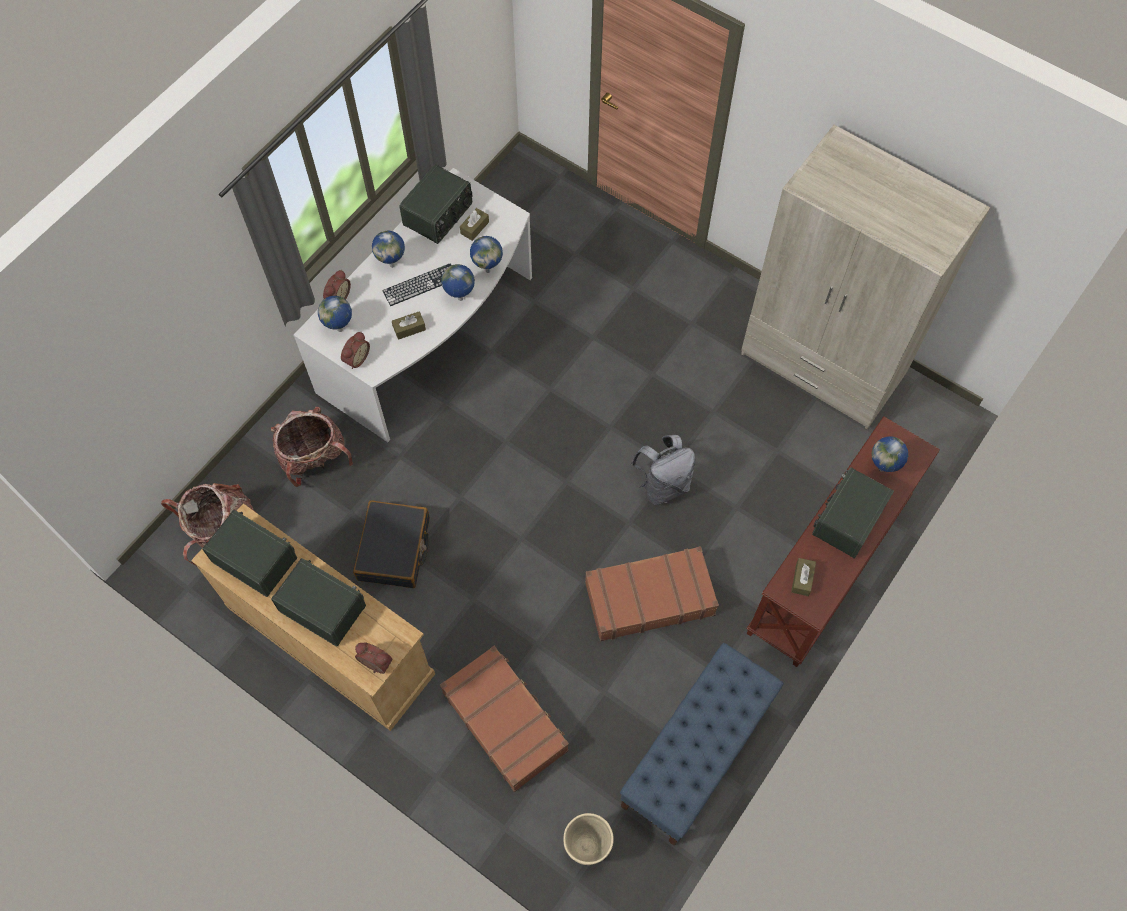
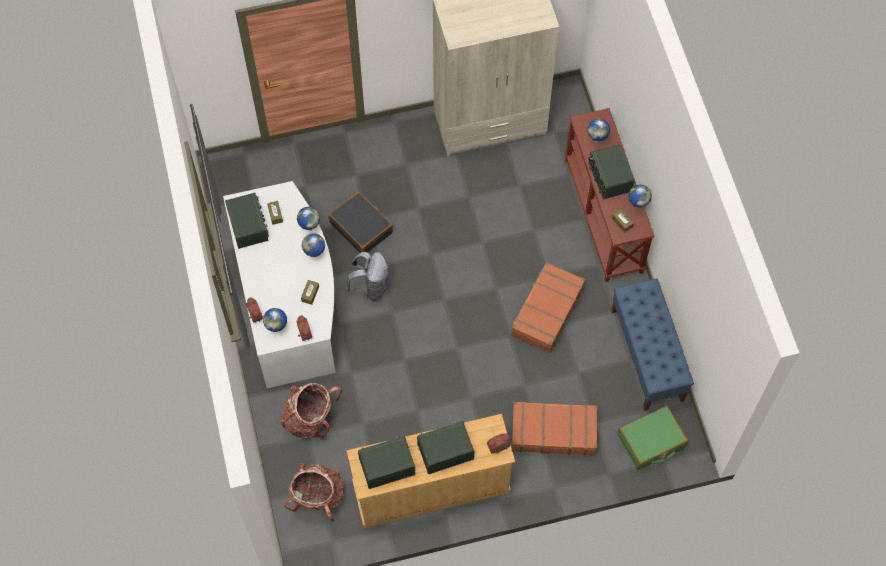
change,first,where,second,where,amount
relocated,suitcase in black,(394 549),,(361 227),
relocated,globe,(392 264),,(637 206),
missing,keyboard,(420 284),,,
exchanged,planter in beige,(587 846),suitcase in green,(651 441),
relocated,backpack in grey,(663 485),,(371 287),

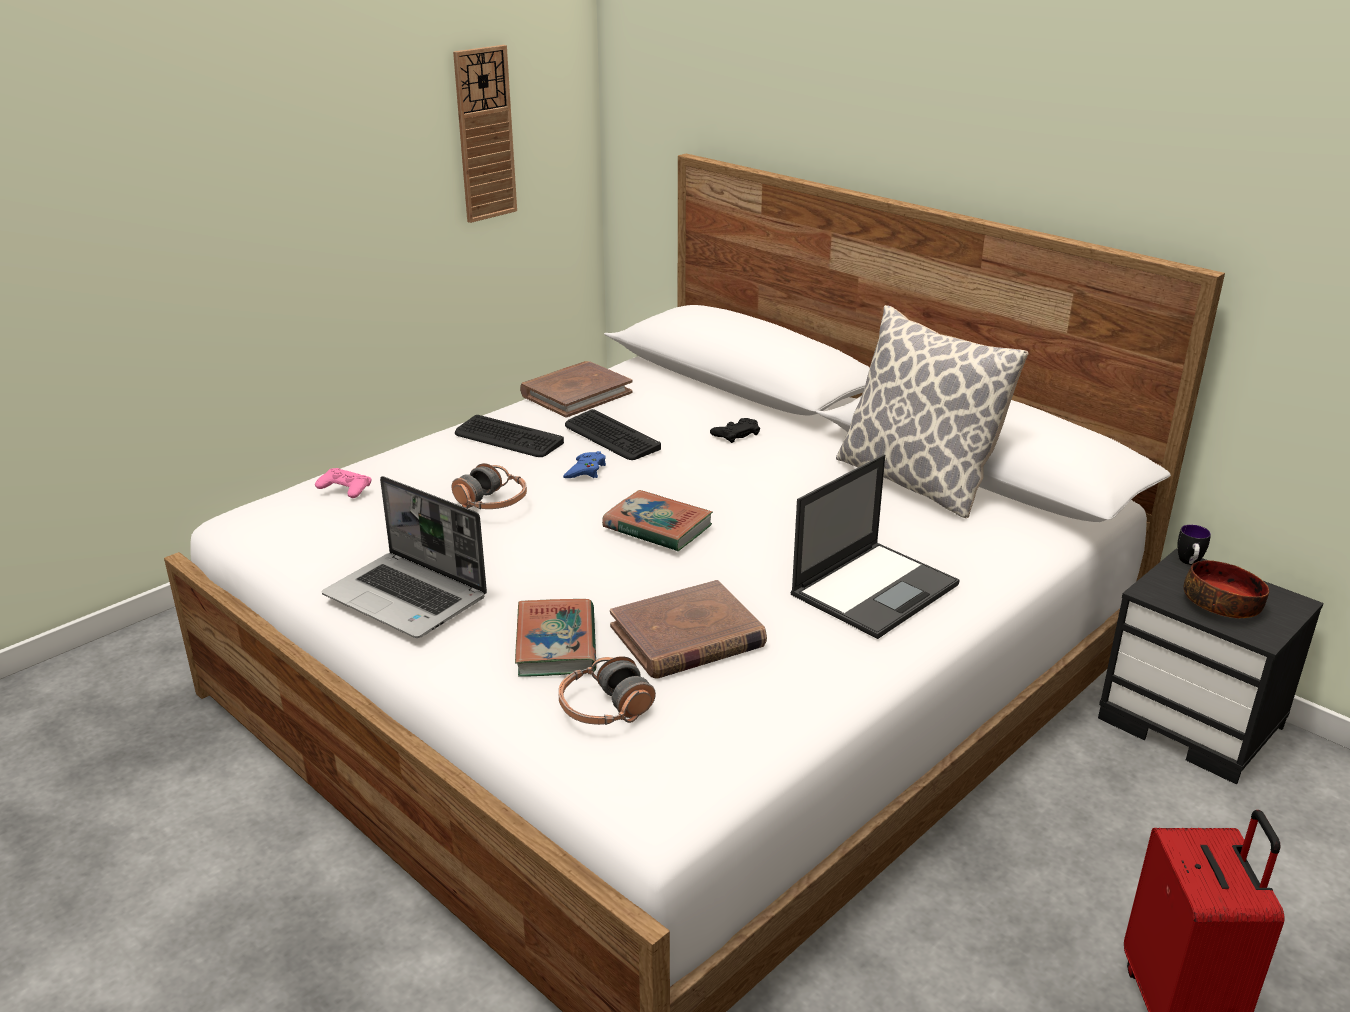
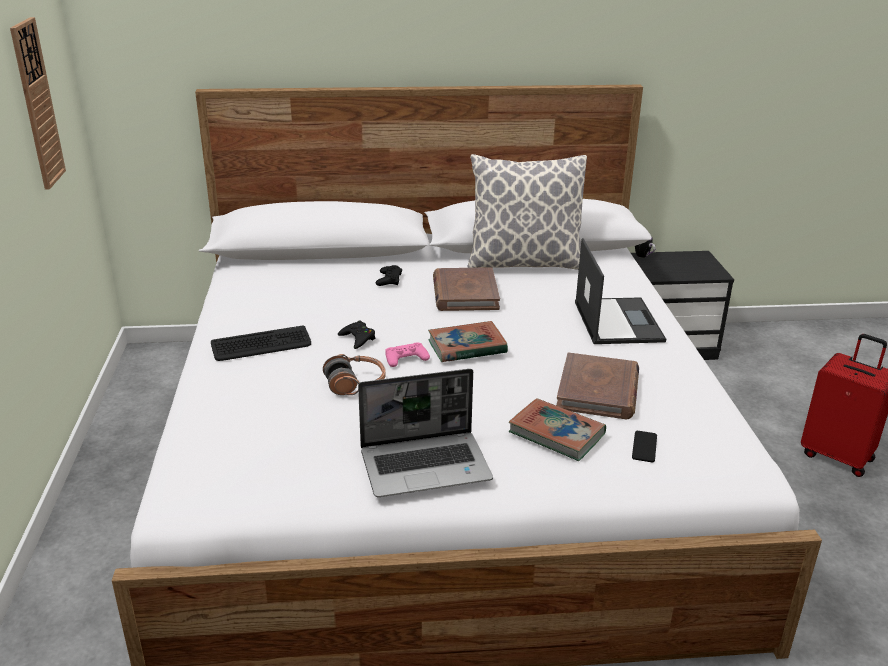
change,first,where,second,where,amount
relocated,game controller in pink,(345 488),,(406 359),
relocated,book in brown,(576 394),,(465 293),
exchanged,headphones,(605 708),phone,(644 447),
colour,game controller in blue,(586 470),game controller in black,(358 338),
missing,keyboard,(611 437),,,
missing,bowl,(1222 604),,,

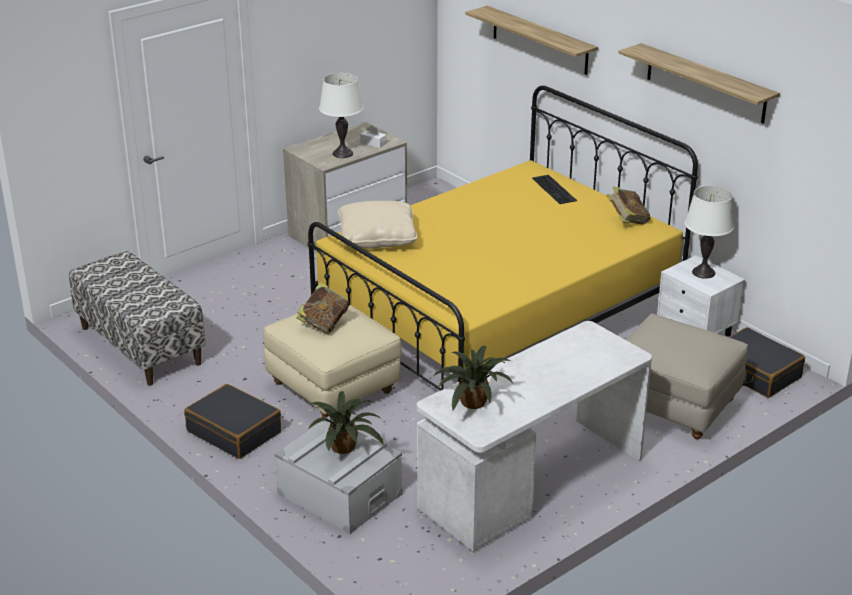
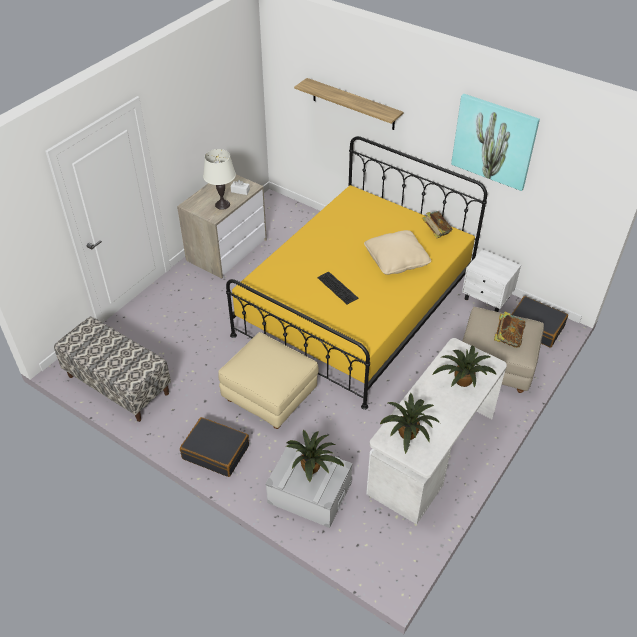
change,first,where,second,where,amount
relocated,book,(324 324),,(507 338),
relocated,pillow in beige,(377 238),,(396 260),
relocated,keyboard,(555 189),,(338 287),
exchanged,shelf,(705 83),picture,(494 141),
missing,table lamp in white,(703 272),,,
appeared,,,potted plant,(462 381),

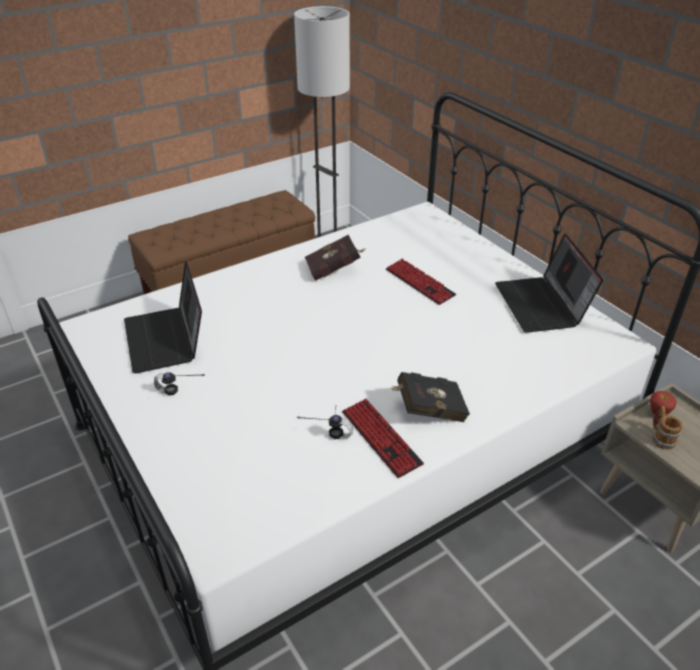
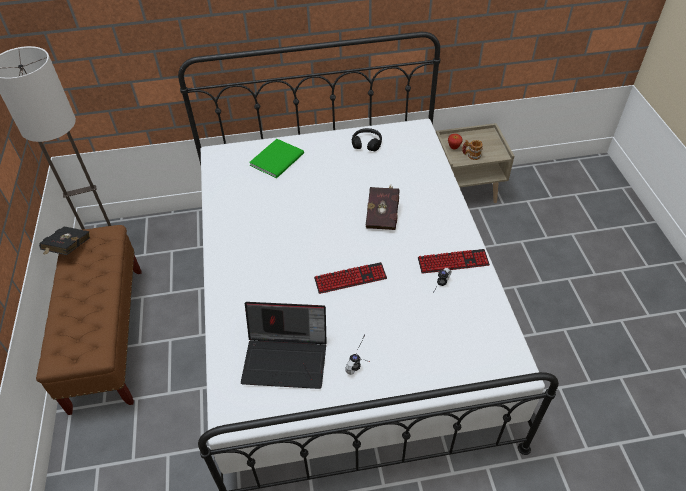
change,first,where,second,where,amount
relocated,book in red,(335 270),,(383 215),
relocated,keyboard,(419 283),,(350 278),
relocated,book in black,(428 410),,(67 249),
exchanged,laptop,(542 305),headphones in black,(367 143),
appeared,,,book in green,(279 159),

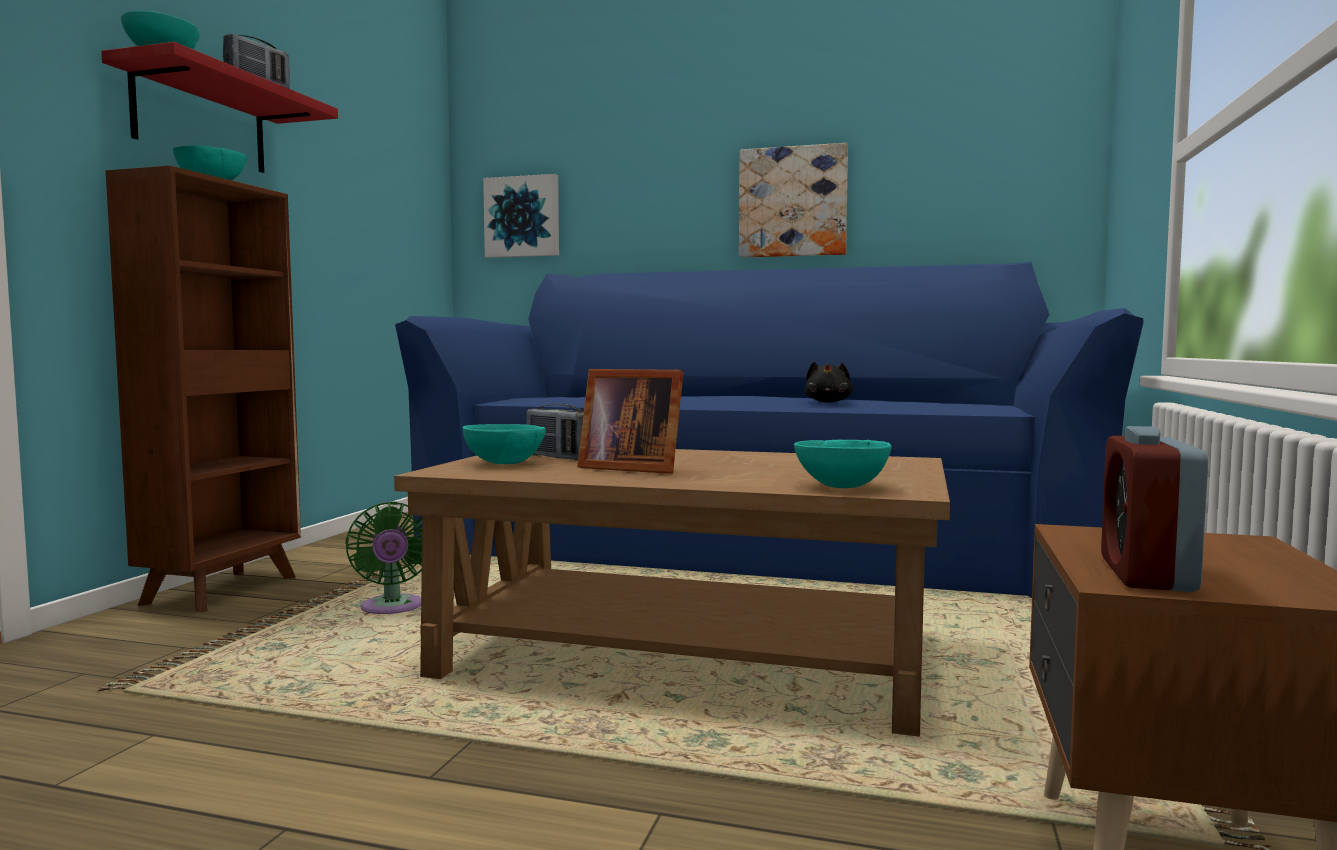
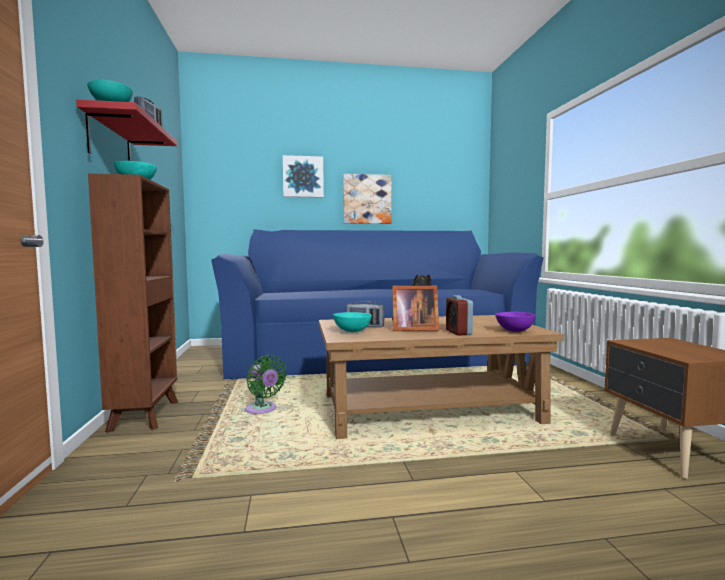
change,first,where,second,where,amount
relocated,picture,(522 217),,(303 177),
colour,bowl in turquoise,(839 487),bowl in purple,(514 331),
relocated,alarm clock,(1146 574),,(458 332),

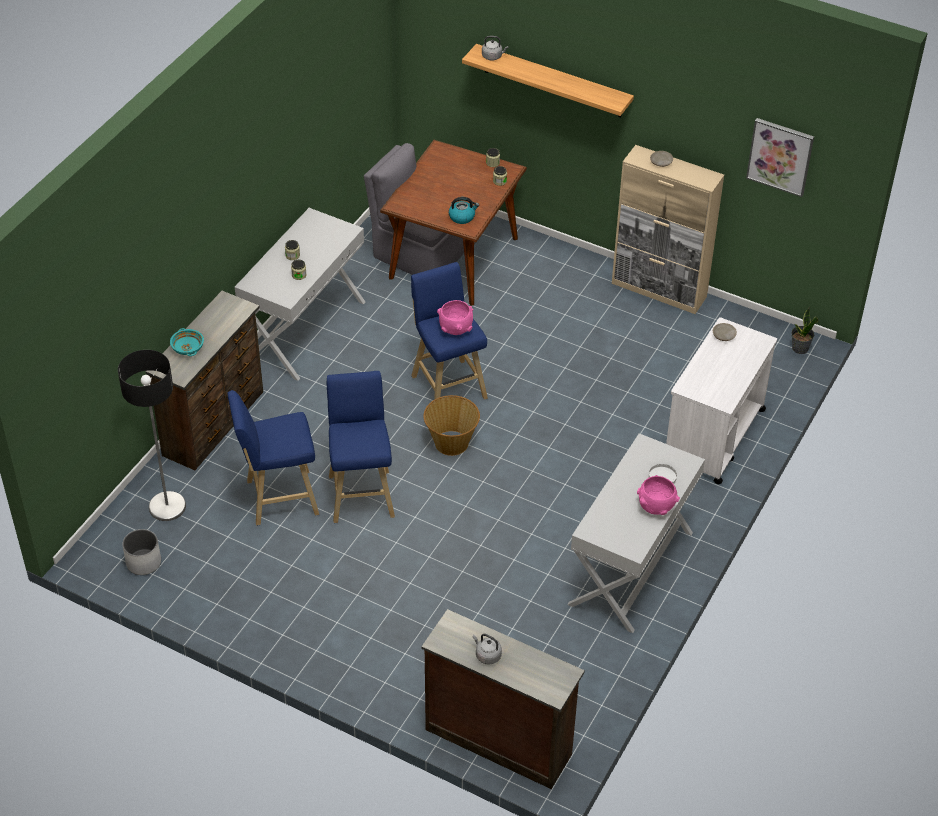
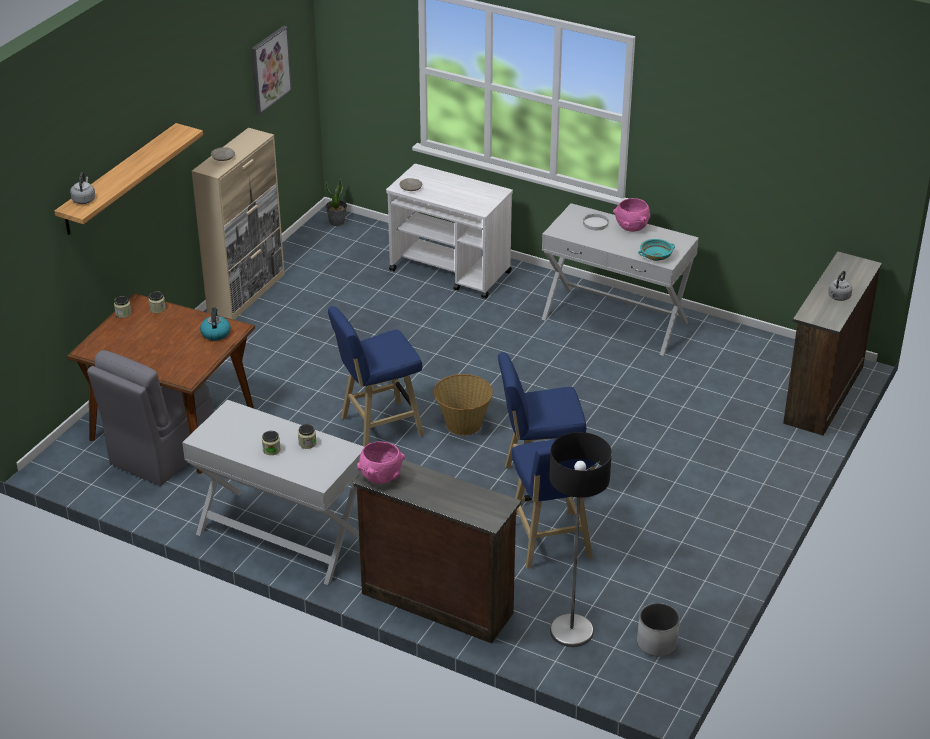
change,first,where,second,where,amount
relocated,bowl in turquoise,(188 348),,(656 256),
relocated,bowl in pink,(455 329),,(381 477),

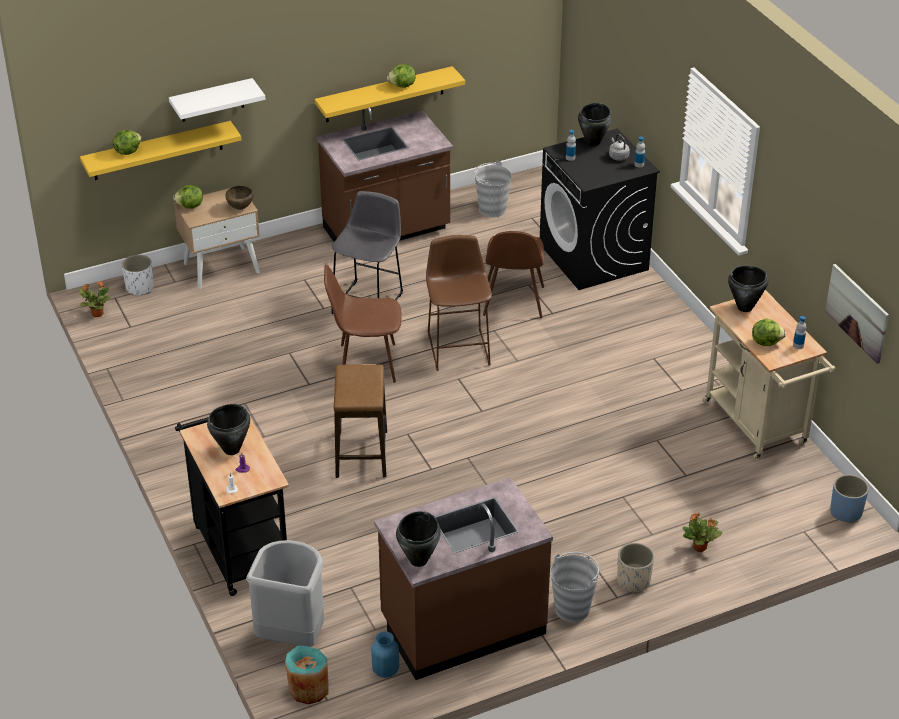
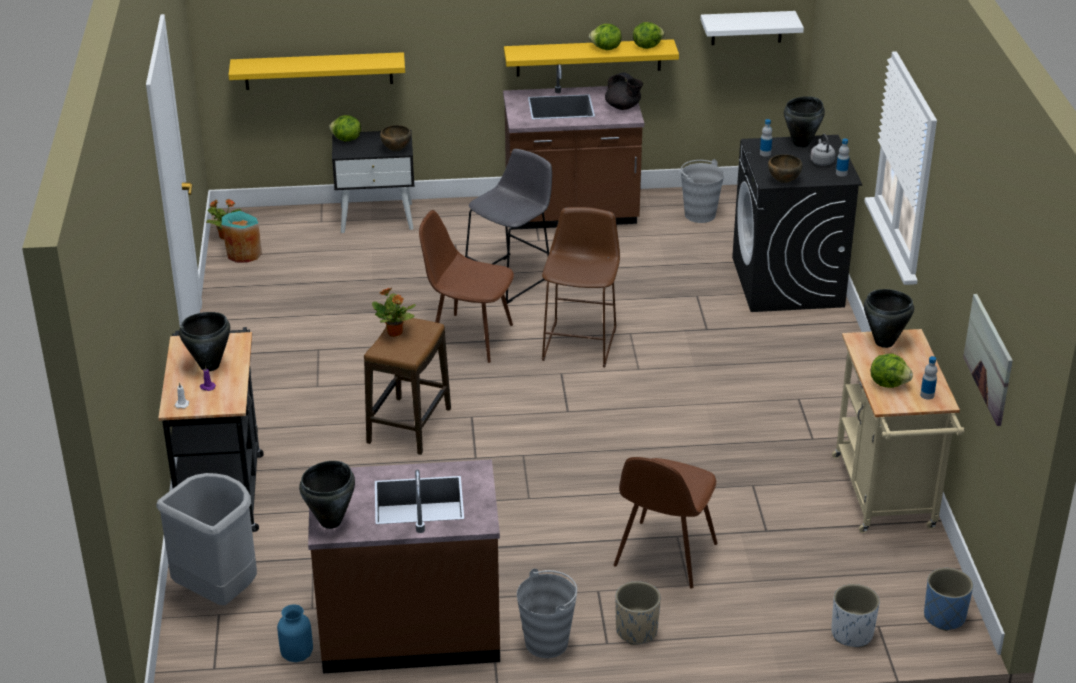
change,first,where,second,where,amount
relocated,lettuce,(127 151),,(647 46),
relocated,planter in white,(139 288),,(851 633),
relocated,shelf in white,(212 100),,(747 28),
colour,nightstand in beige,(222 267),nightstand in black,(377 217),
relocated,vase in turquoise,(308 689),,(243 253),
relocated,chair in brown,(513 302),,(664 556),
relocated,potted plant,(700 548),,(395 333),
appeared,,,teapot in black,(623 107),
appeared,,,bowl in brown,(783 181),

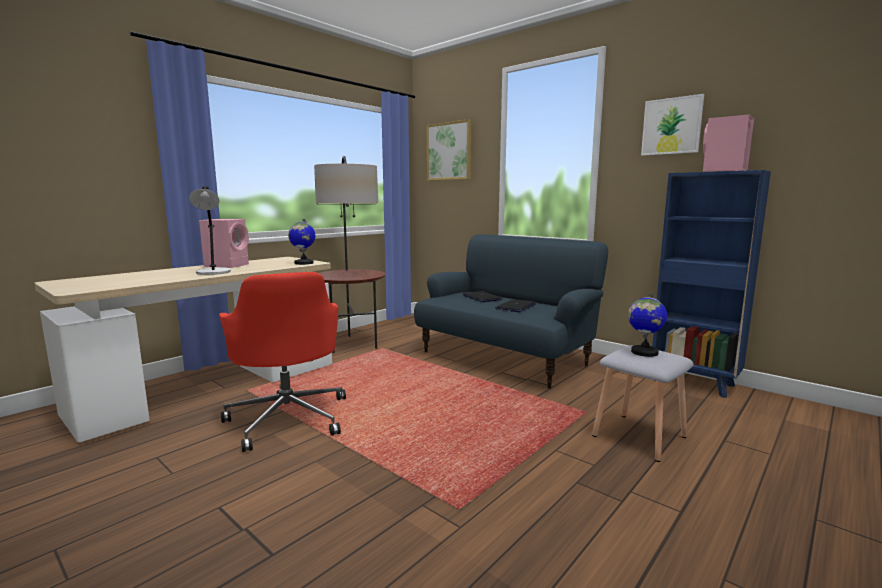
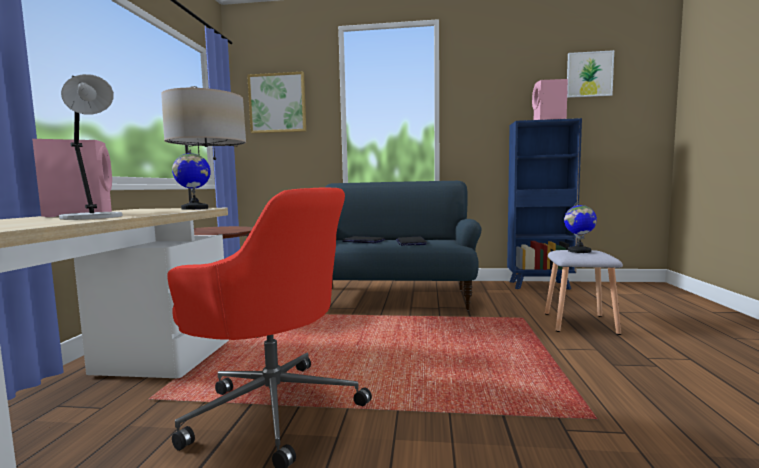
change,first,where,second,where,amount
relocated,picture,(671 126),,(589 74),

